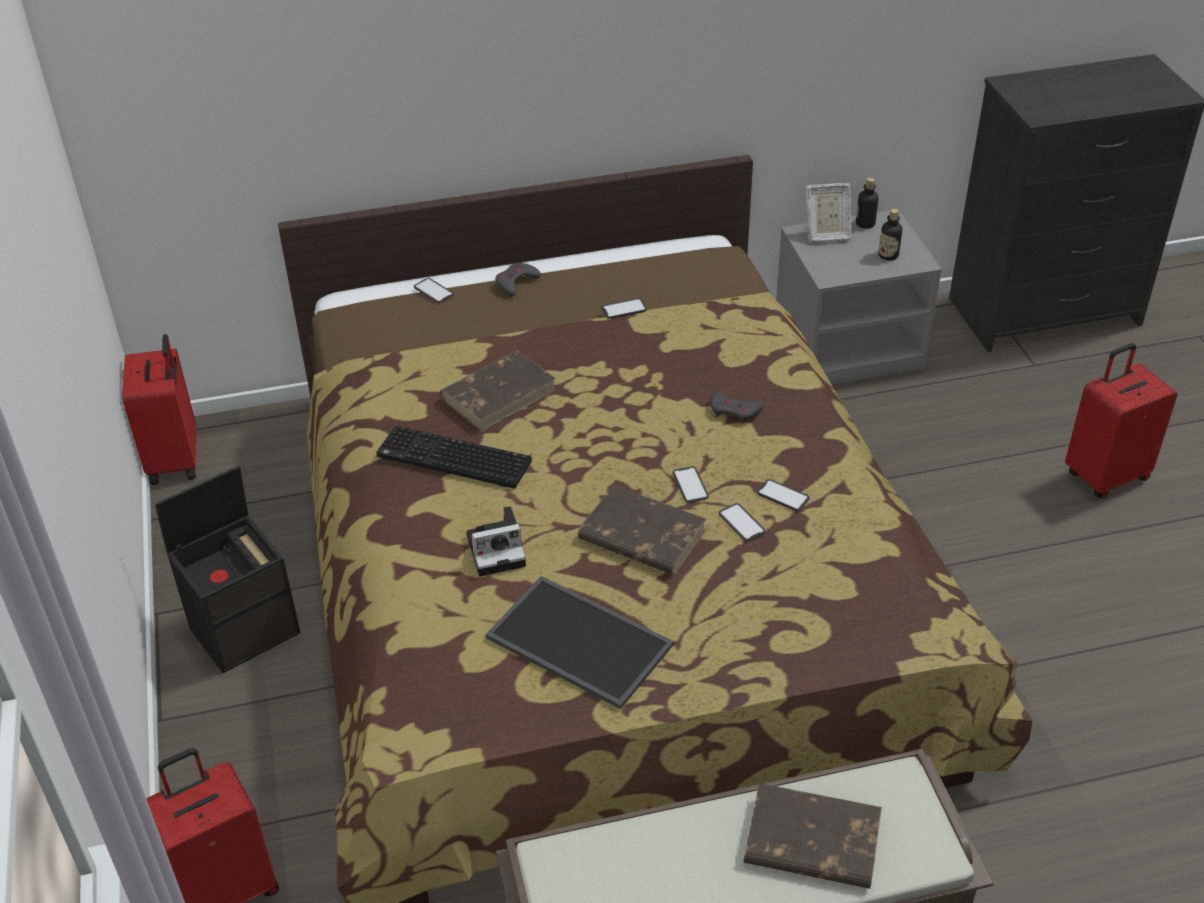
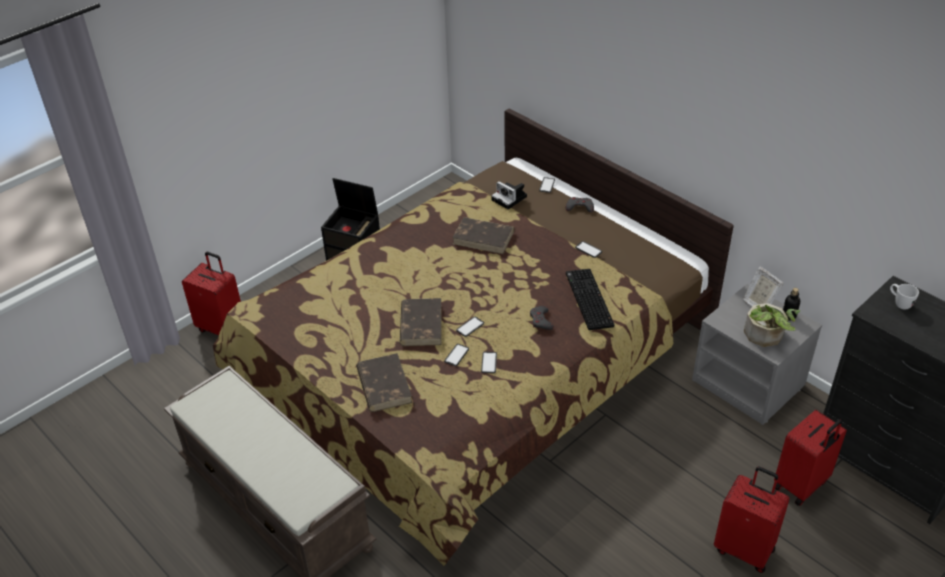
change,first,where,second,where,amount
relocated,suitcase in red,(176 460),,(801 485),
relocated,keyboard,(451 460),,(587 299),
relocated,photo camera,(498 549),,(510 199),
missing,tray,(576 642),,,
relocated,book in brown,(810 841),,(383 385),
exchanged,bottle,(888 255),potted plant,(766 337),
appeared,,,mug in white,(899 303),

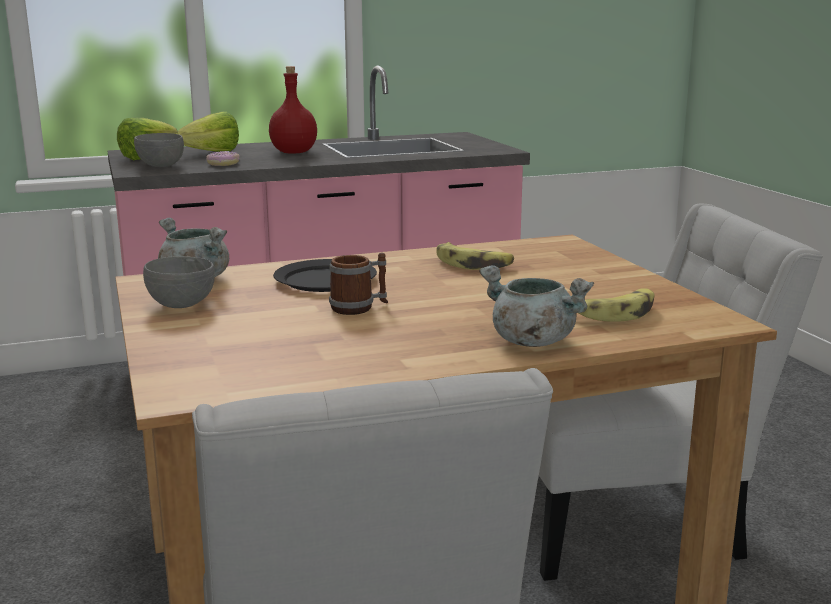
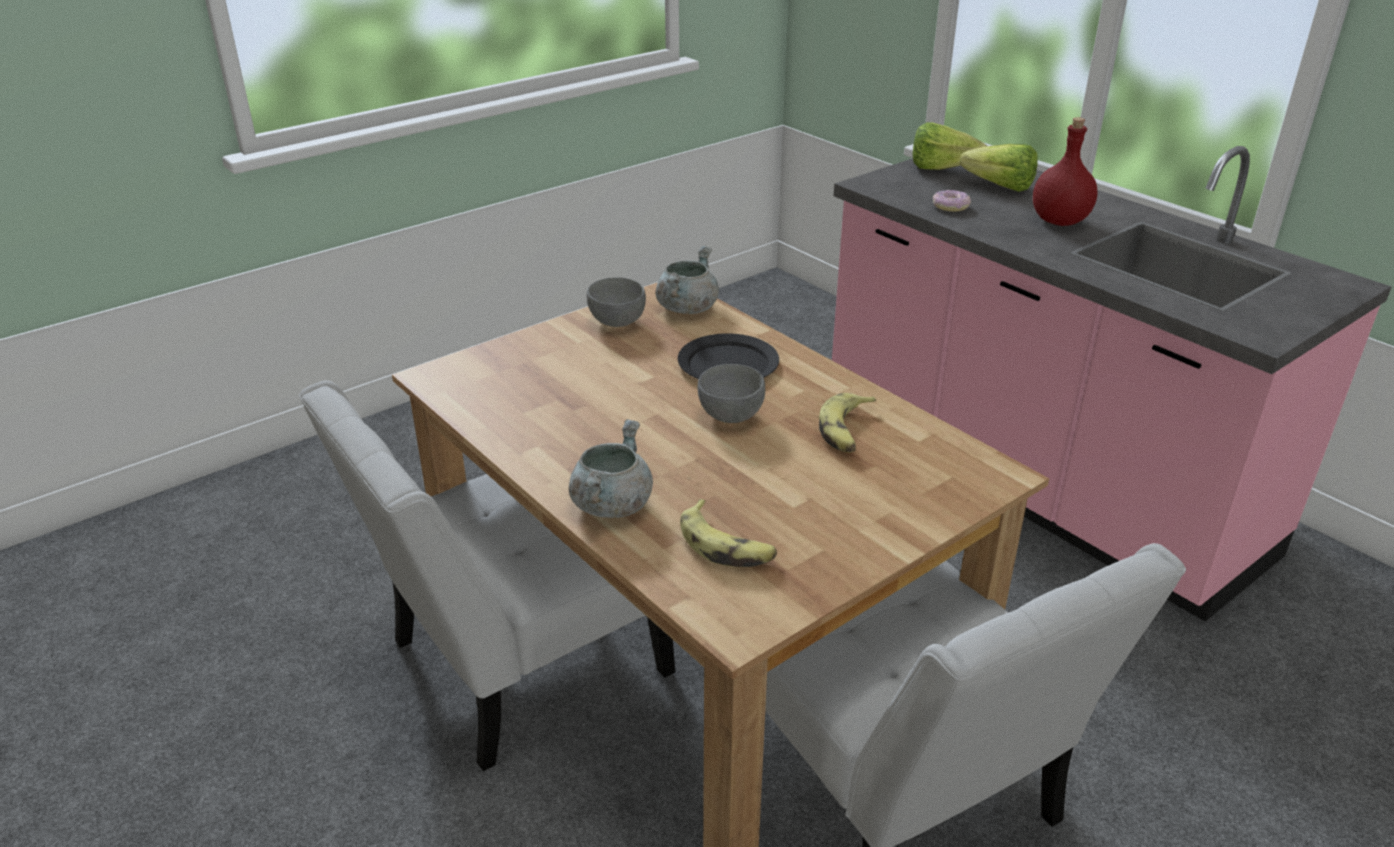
change,first,where,second,where,amount
relocated,bowl in grey,(161 166),,(731 416),
missing,mug,(359 307),,,

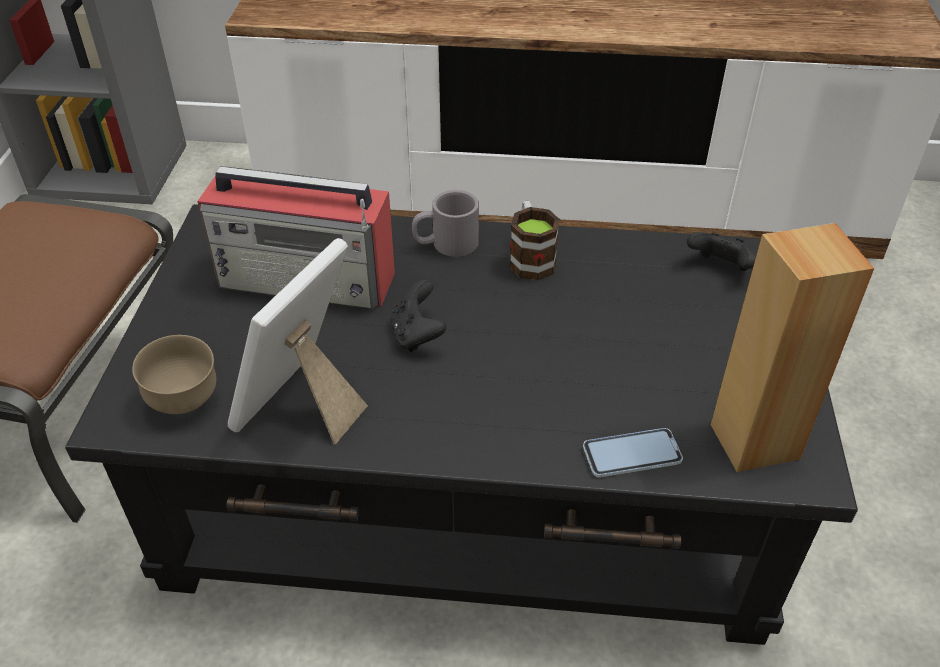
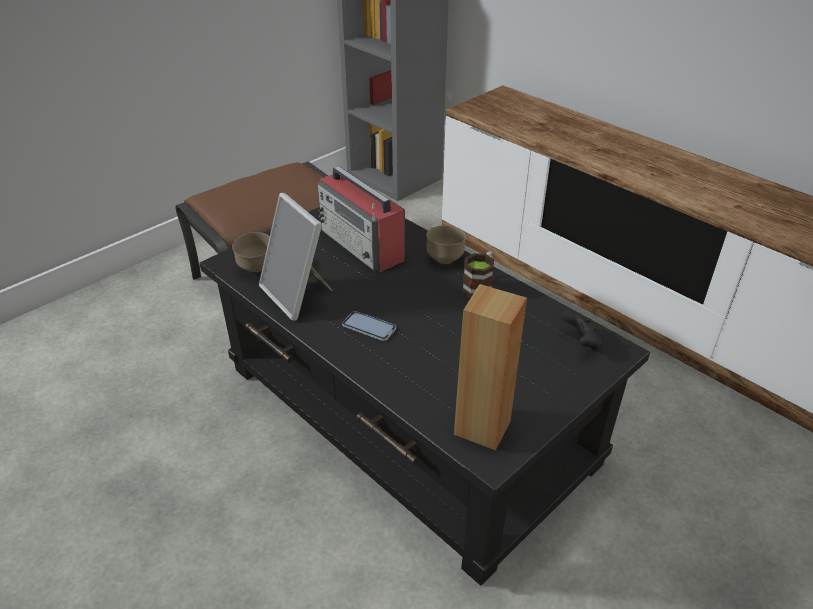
change,first,where,second,where,amount
spun,picture frame,(304 406),,(298 295),105 degrees counterclockwise
missing,game controller in black,(417 335),,,
exchanged,mug in grey,(445 244),bowl in brown,(445 259),
relocated,phone,(632 454),,(369 327),

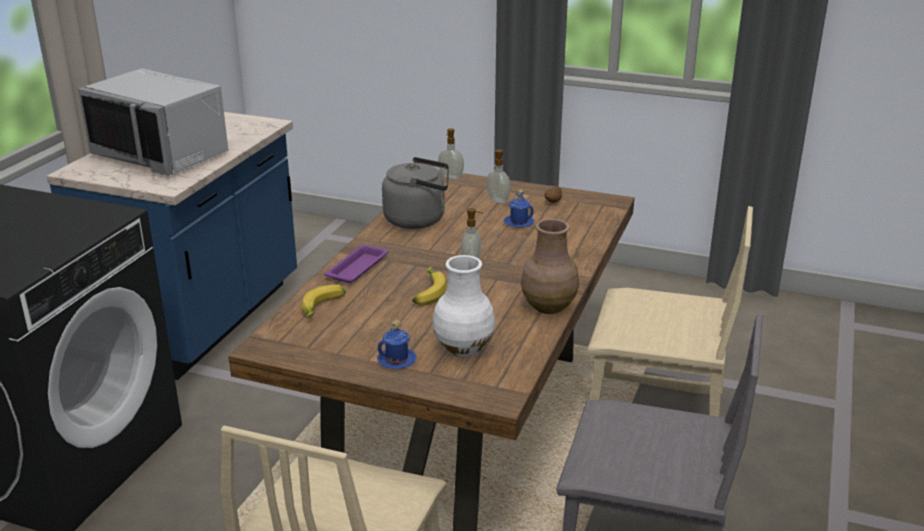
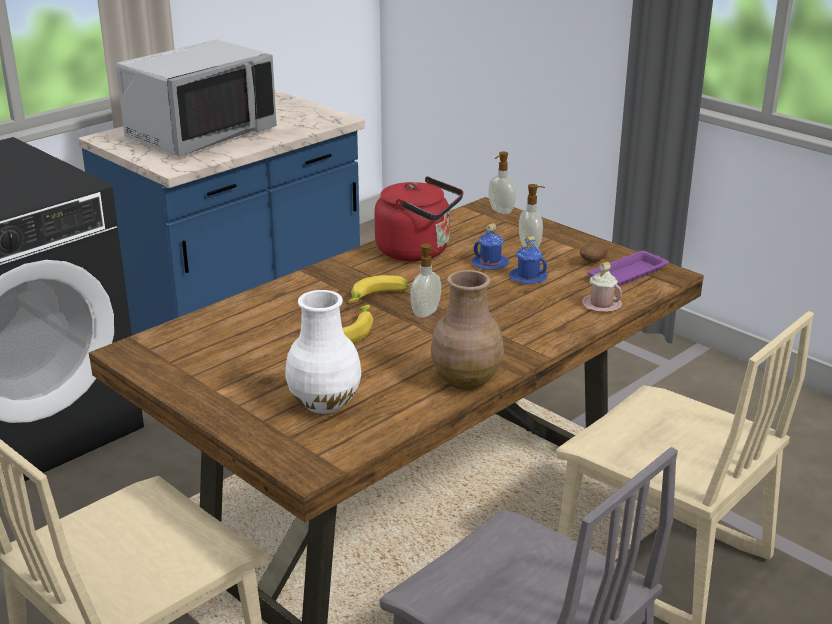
change,first,where,second,where,amount
spun,microwave in grey,(162 154),,(200 134),105 degrees counterclockwise
relocated,banana,(323 308),,(378 299),
relocated,tray in purple,(358 267),,(629 274),
relocated,mug in blue,(397 360),,(490 263),
colour,kettle in grey,(418 219),kettle in red,(418 251),
appeared,,,mug in pink,(601 305),

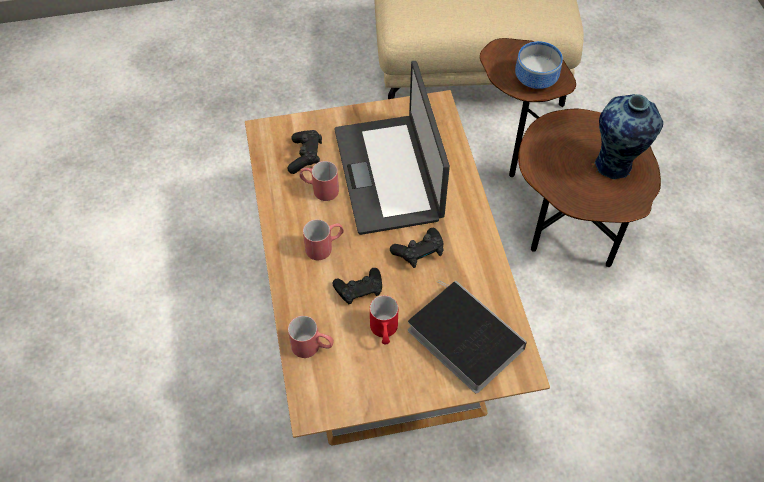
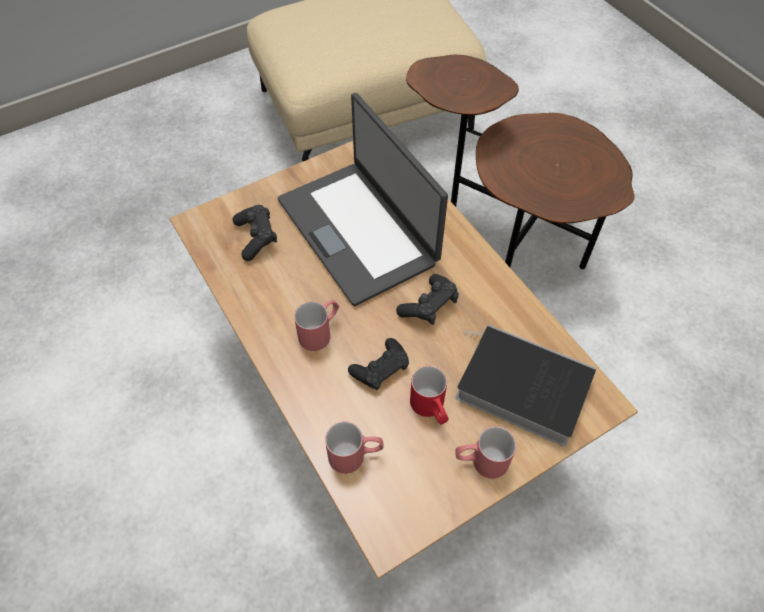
change,first,where,second,where,amount
relocated,mug in red,(319 189),,(481 462),
missing,bowl,(537 80),,,
missing,vase,(615 166),,,

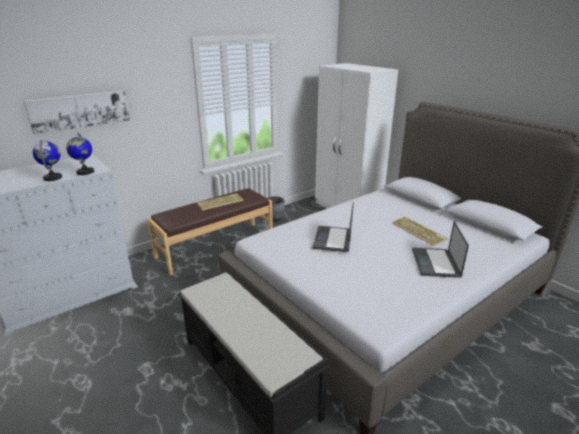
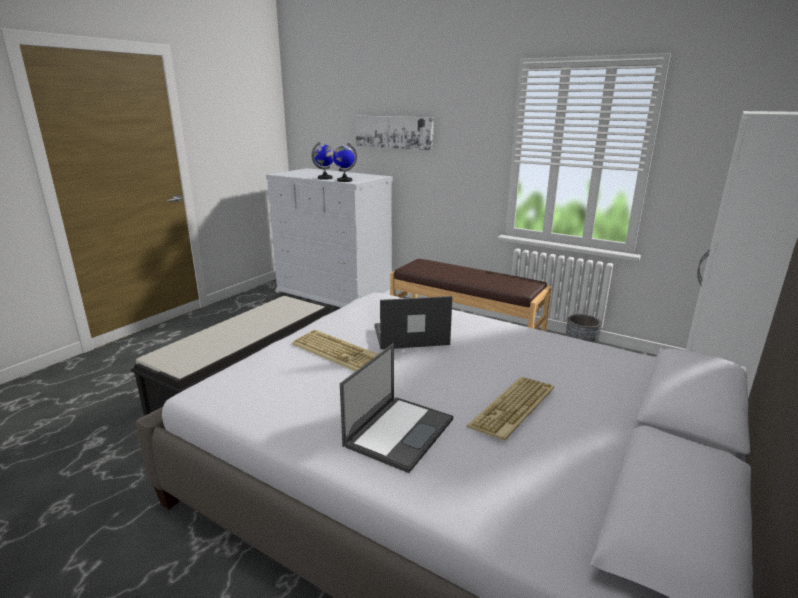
change,first,where,second,where,amount
relocated,keyboard,(220 202),,(337 351),
spun,laptop,(436 263),,(399 431),135 degrees clockwise

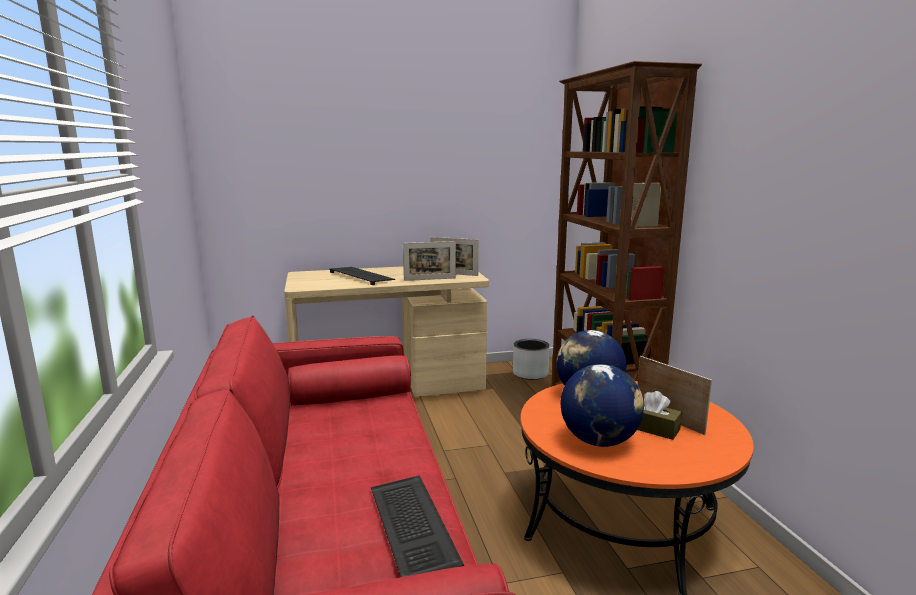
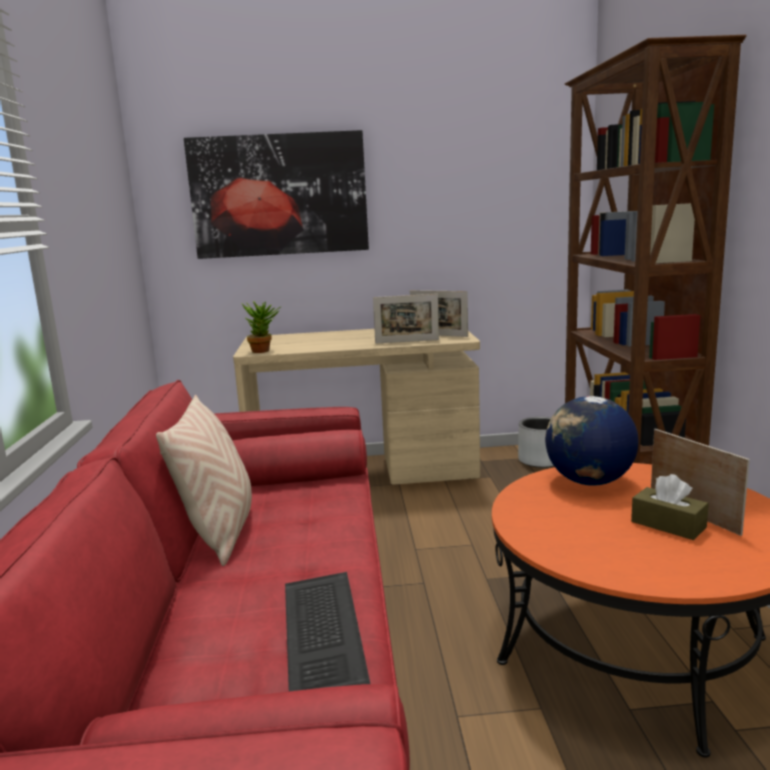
change,first,where,second,where,amount
missing,keyboard,(362 277),,,
missing,globe,(599 441),,,
appeared,,,pillow in beige,(220 533),
appeared,,,picture,(279 195),
appeared,,,potted plant,(264 350),

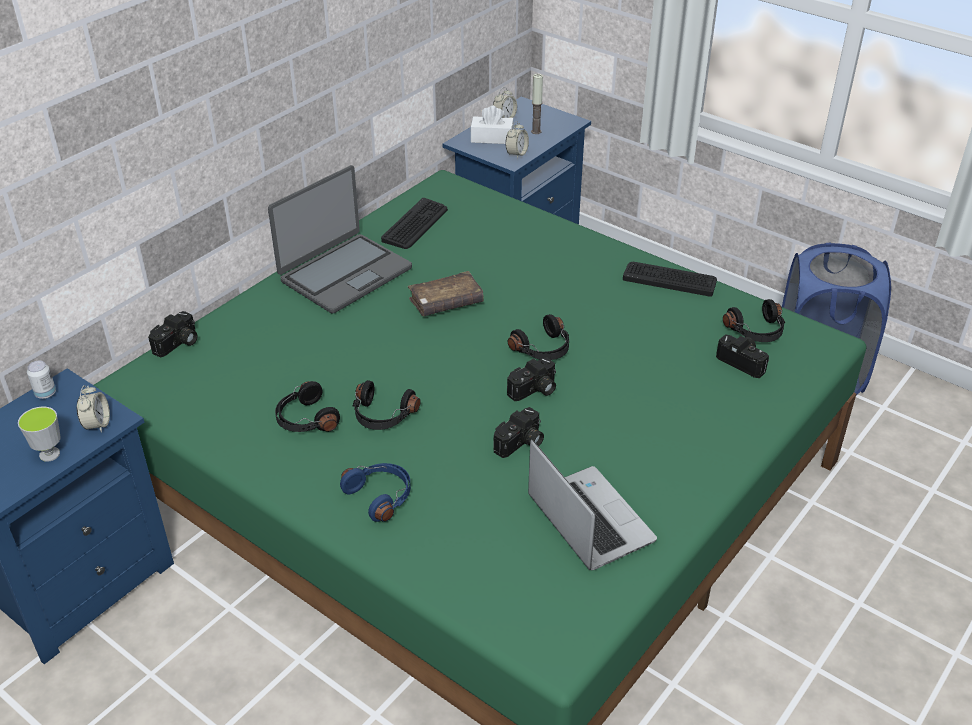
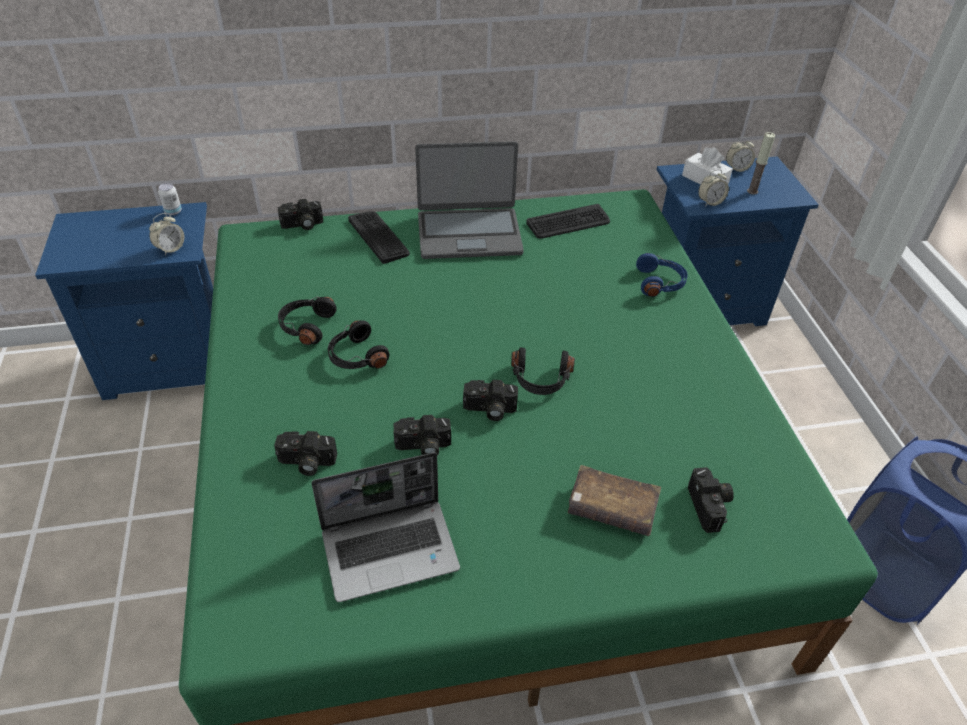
change,first,where,second,where,amount
missing,cup,(49 454),,,
relocated,headphones in blue,(381 496),,(660 283),
relocated,book in brown,(446 303),,(612 508),
spun,laptop,(588 519),,(391 549),60 degrees clockwise
relocated,keyboard,(669 279),,(379 237),
missing,headphones in black,(757 332),,,
appeared,,,photo camera,(306 463),

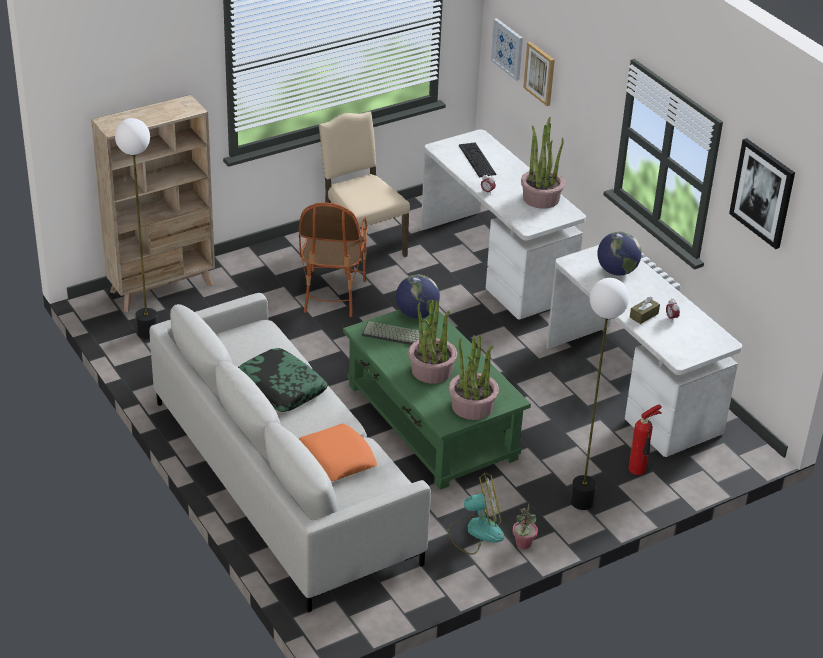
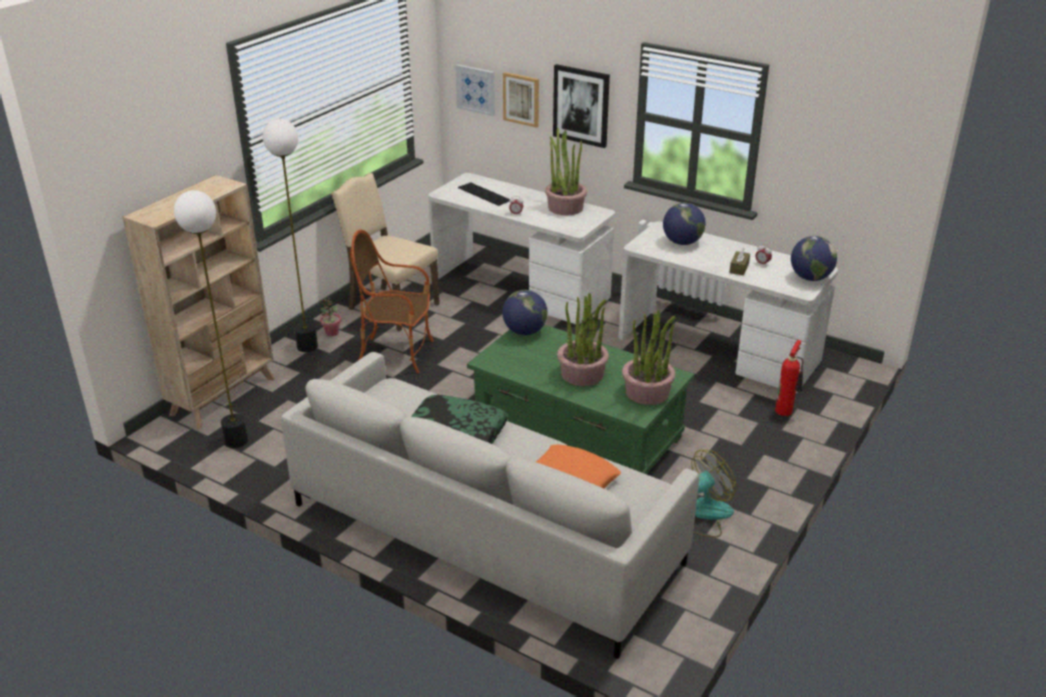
change,first,where,second,where,amount
spun,armchair,(332 295),,(397 353),120 degrees clockwise
missing,keyboard,(392 335),,,
relocated,potted plant,(523 544),,(332 333),
relocated,floor lamp,(582 501),,(307 346),
relocated,picture,(763 193),,(581 105),
appeared,,,globe,(810 278),

